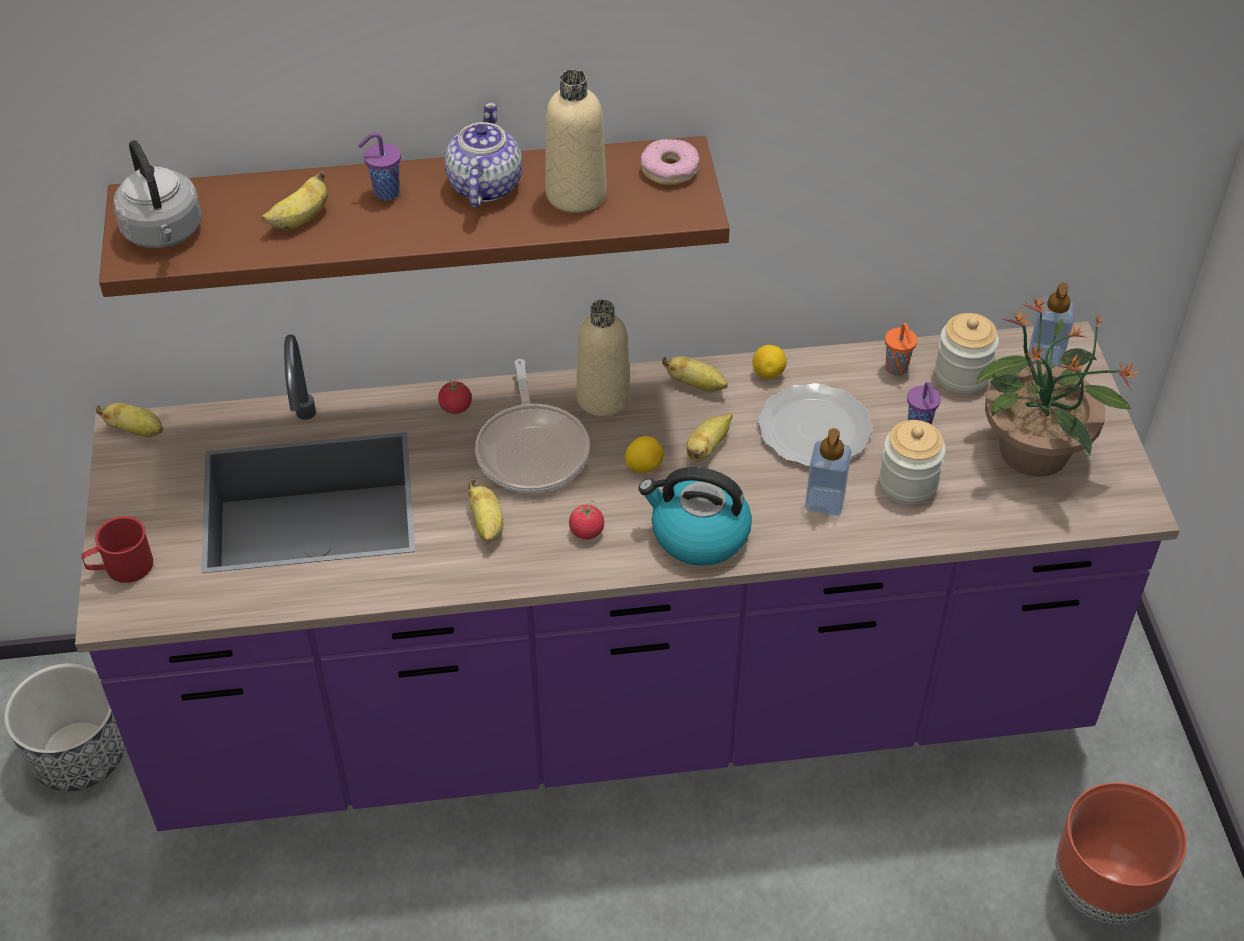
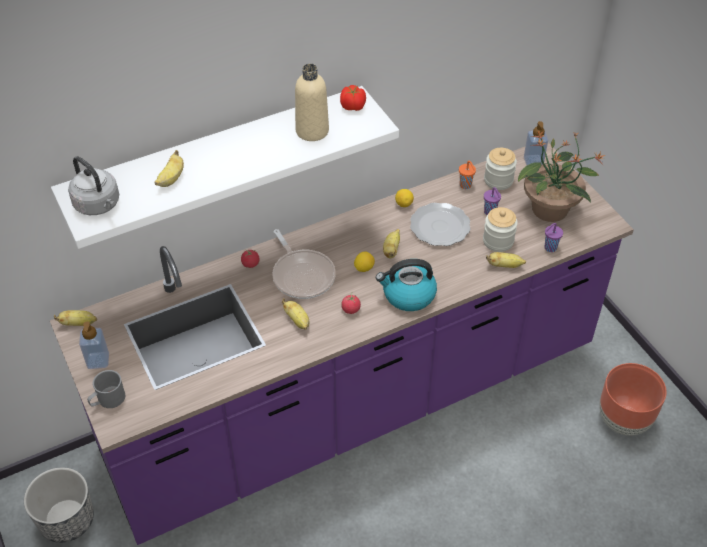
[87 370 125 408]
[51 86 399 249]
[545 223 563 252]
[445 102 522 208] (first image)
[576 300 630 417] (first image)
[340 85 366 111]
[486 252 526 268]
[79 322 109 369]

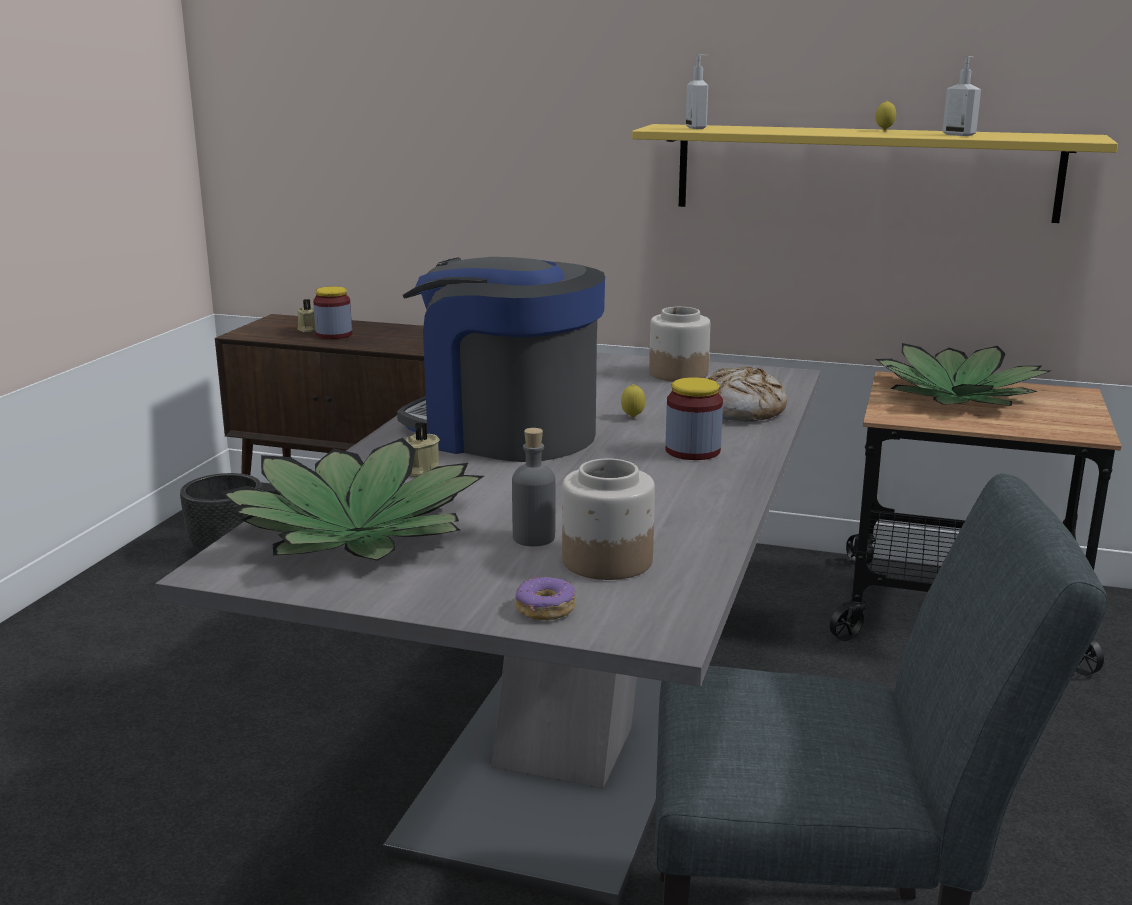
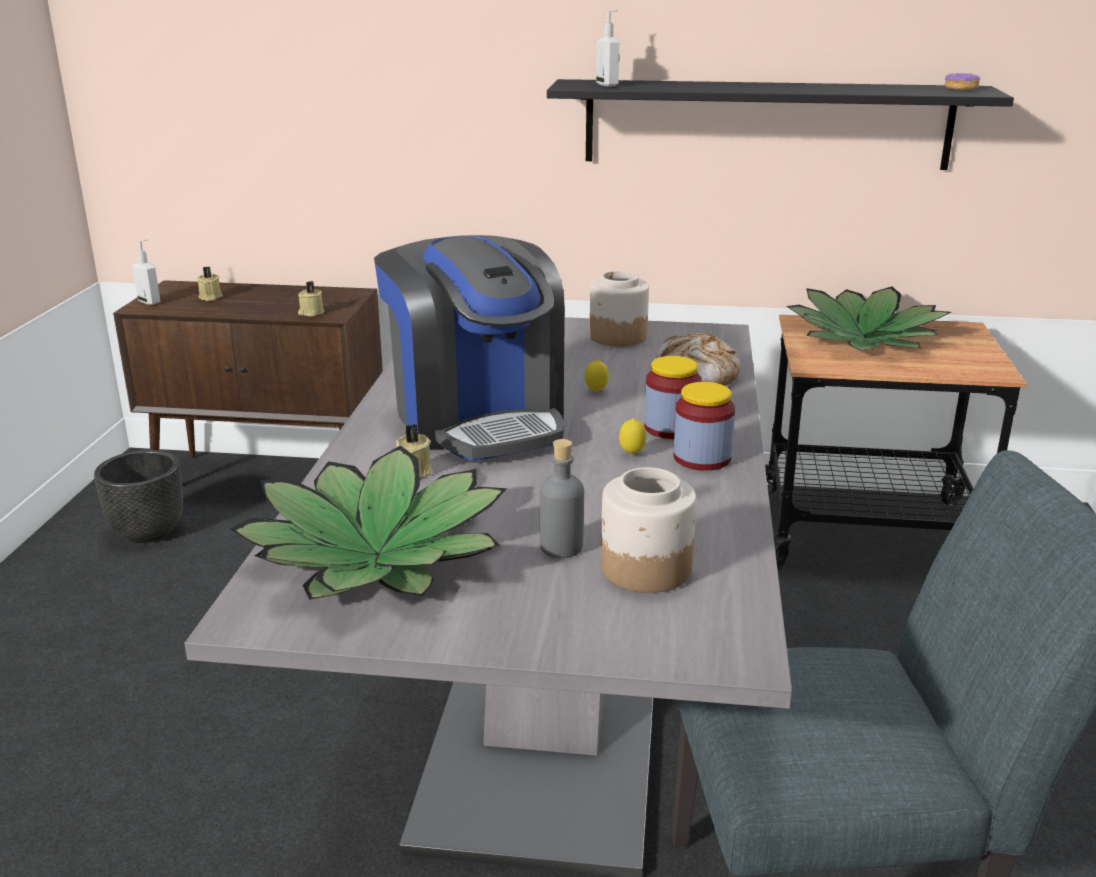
[673 382 735 471]
[374 235 565 461]
[944 73 980 90]
[547 79 1014 170]
[619 418 646 455]
[132 239 161 305]
[298 281 324 317]

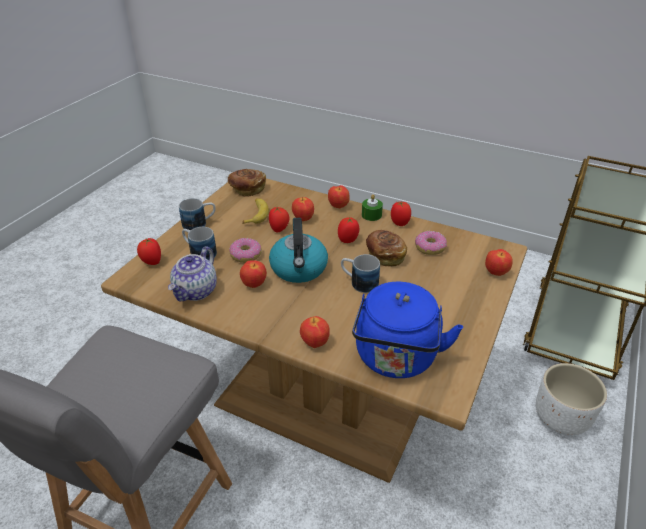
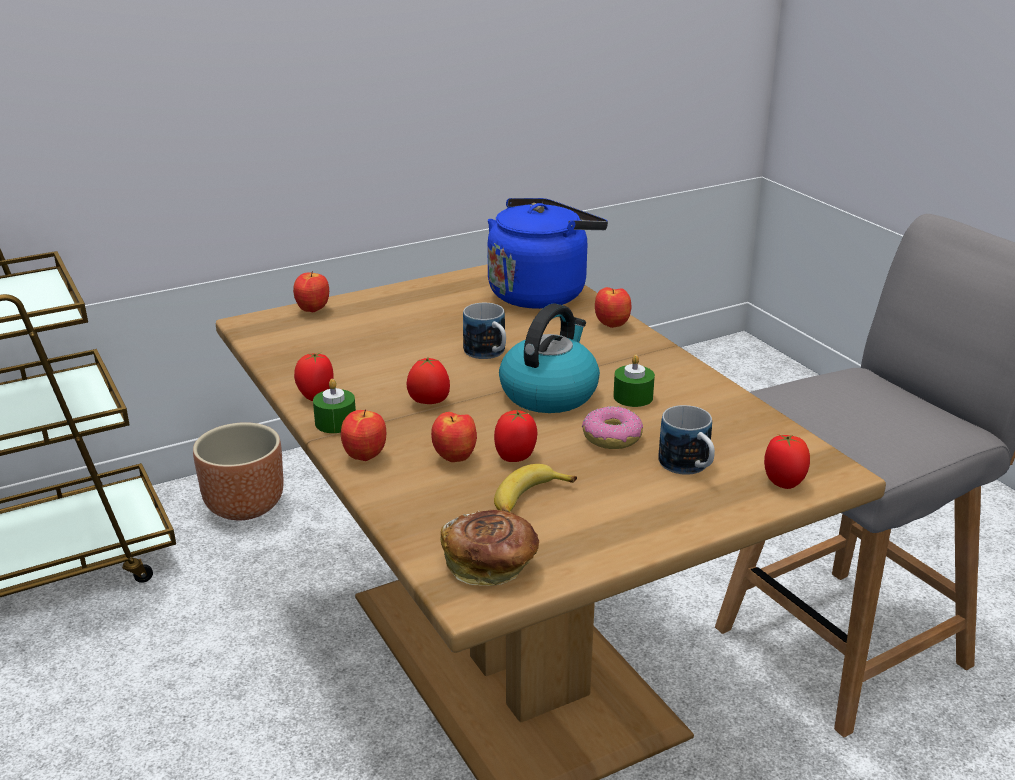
[168 246 217 301] (first image)
[179 198 216 231] (first image)
[613 355 655 407]
[366 230 407 267] (first image)
[415 231 447 255] (first image)
[193 422 284 520]

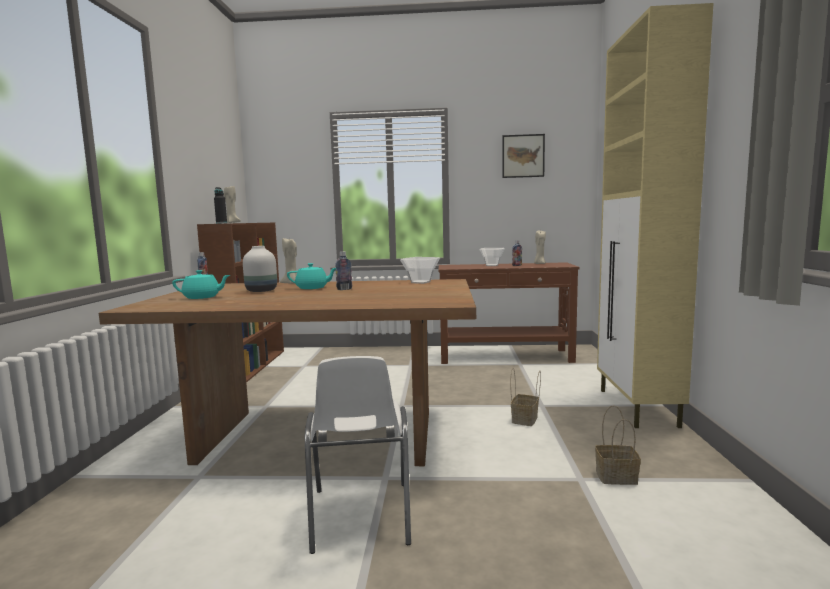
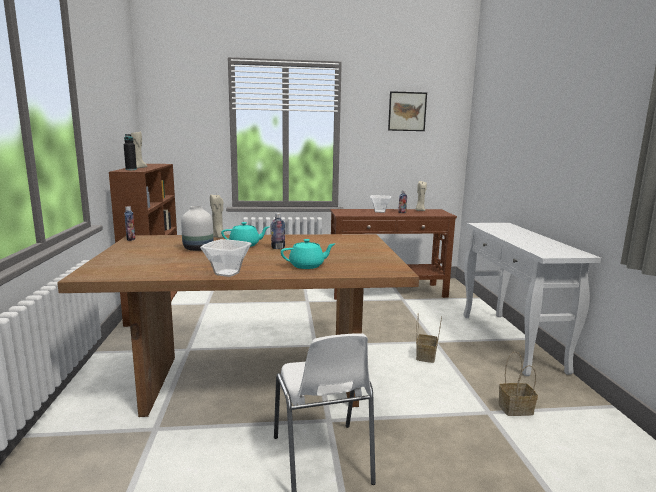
[281 239 335 269]
[200 239 251 277]
[463 223 601 376]

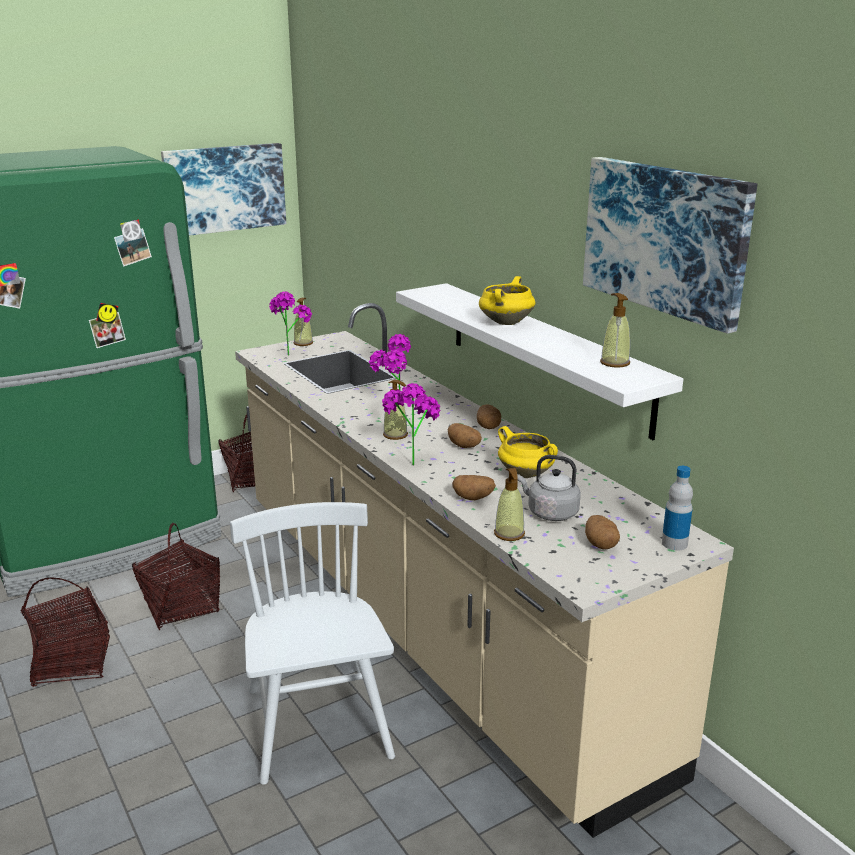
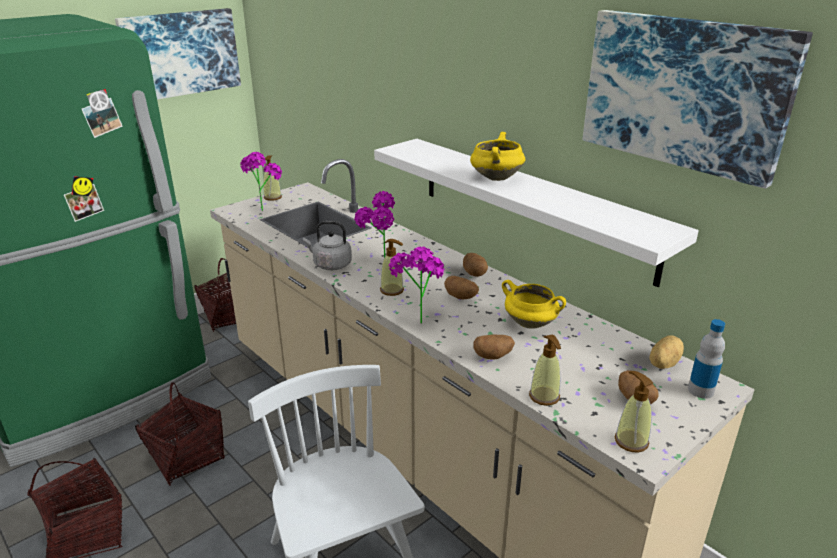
[303 221 352 270]
[614 371 653 453]
[649 335 684 369]

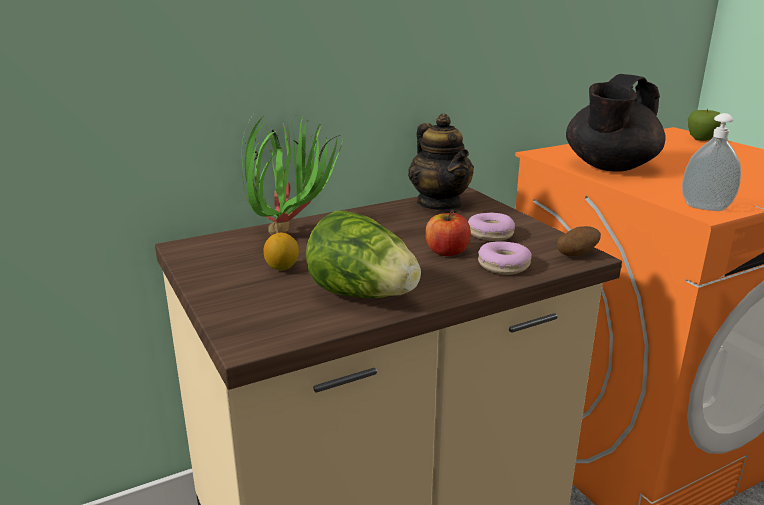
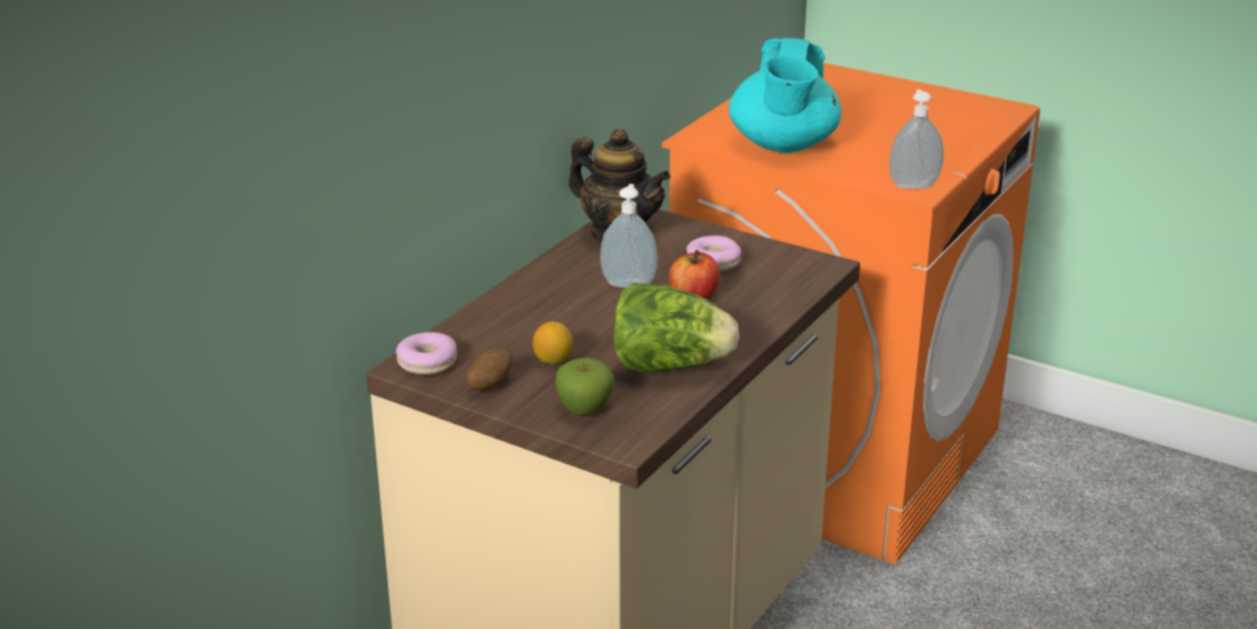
[242 112 343 235] (first image)
[396 332 457 375]
[466 347 513 391]
[729 38 841 153]
[555 358 614 415]
[600 184 658 288]

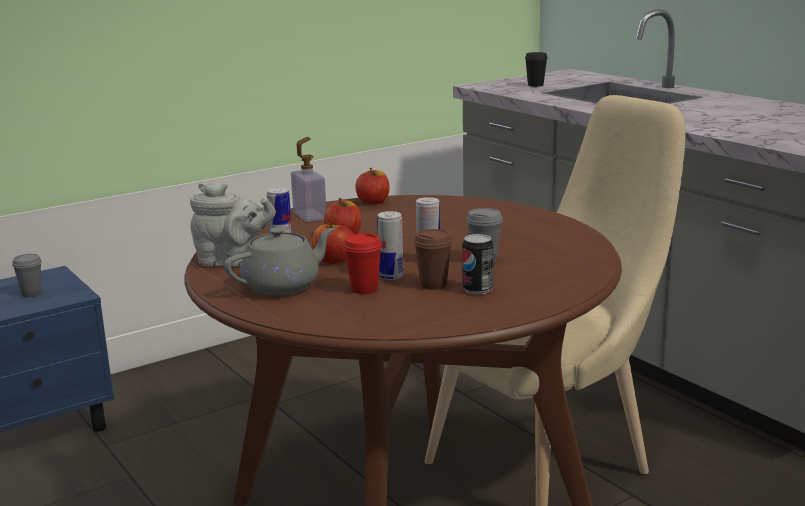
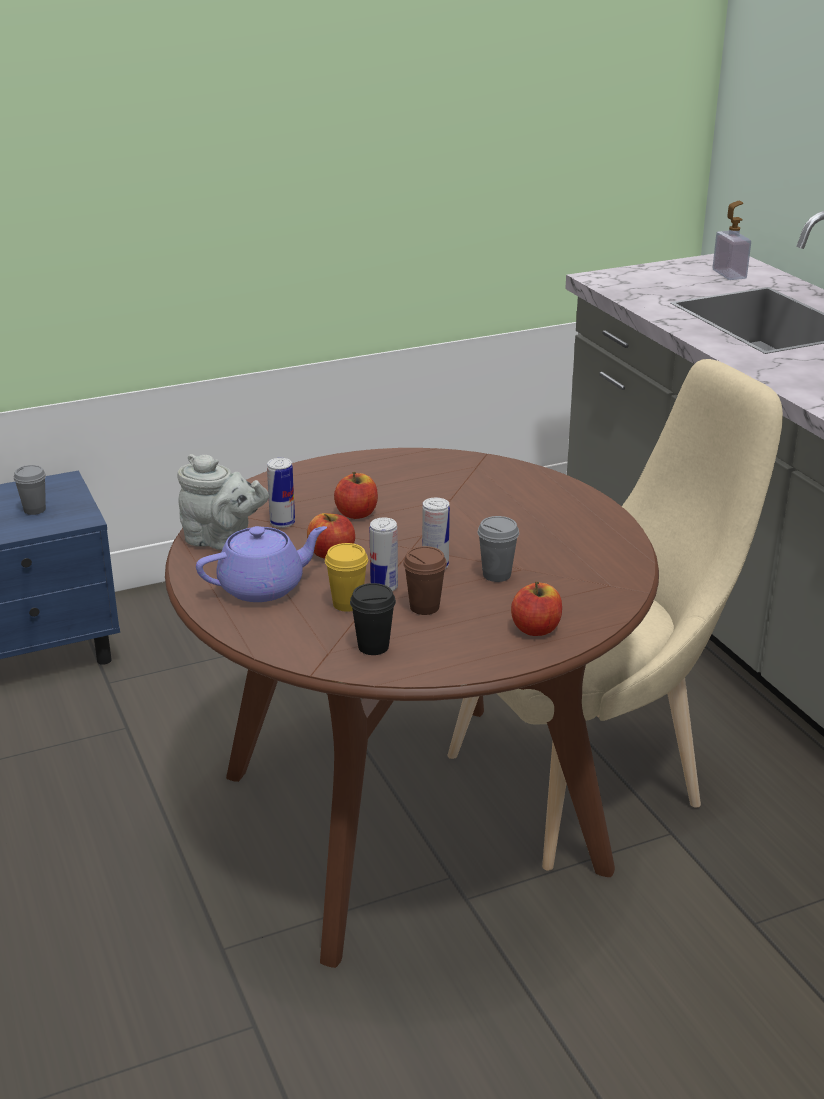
[196 526 327 602]
[713 201 751 280]
[325 543 368 612]
[511 582 562 636]
[462 234 493 295] (first image)
[350 583 396 655]

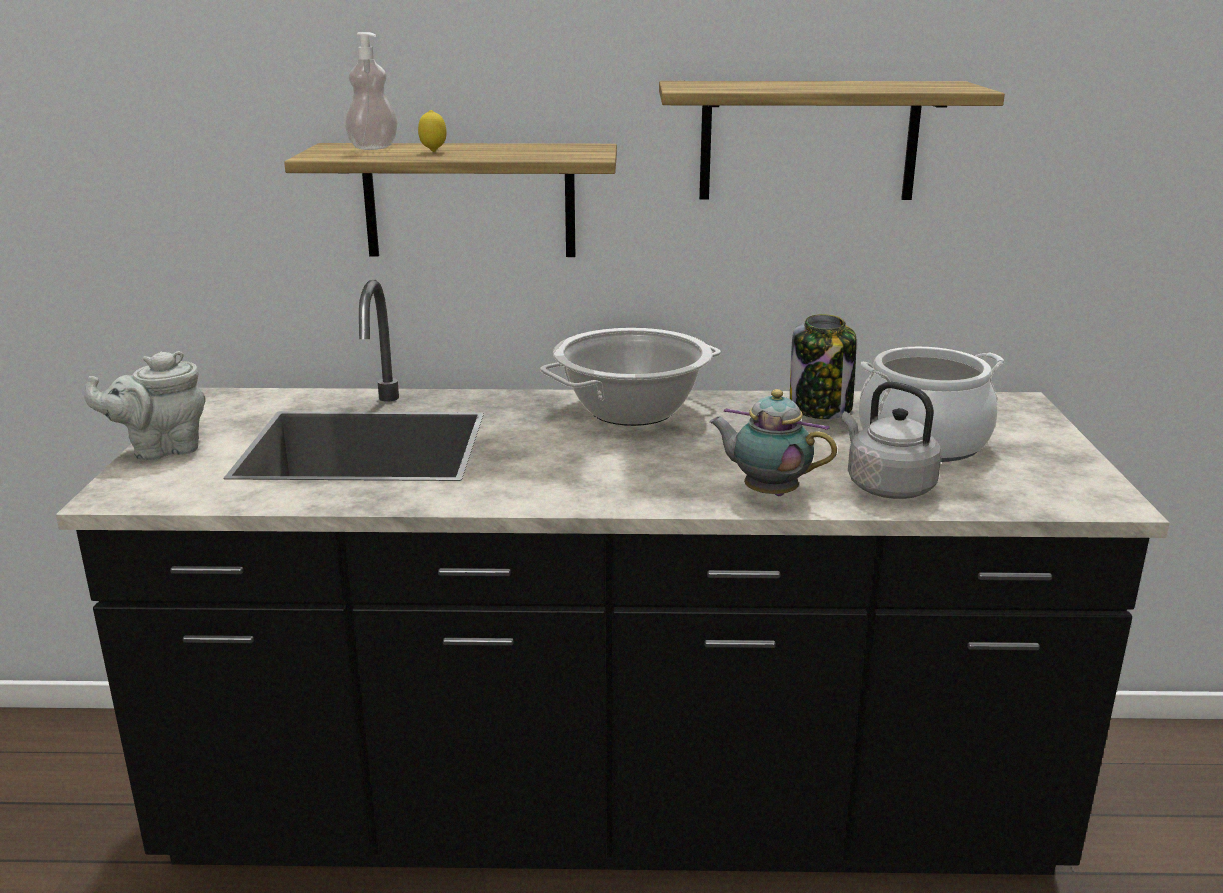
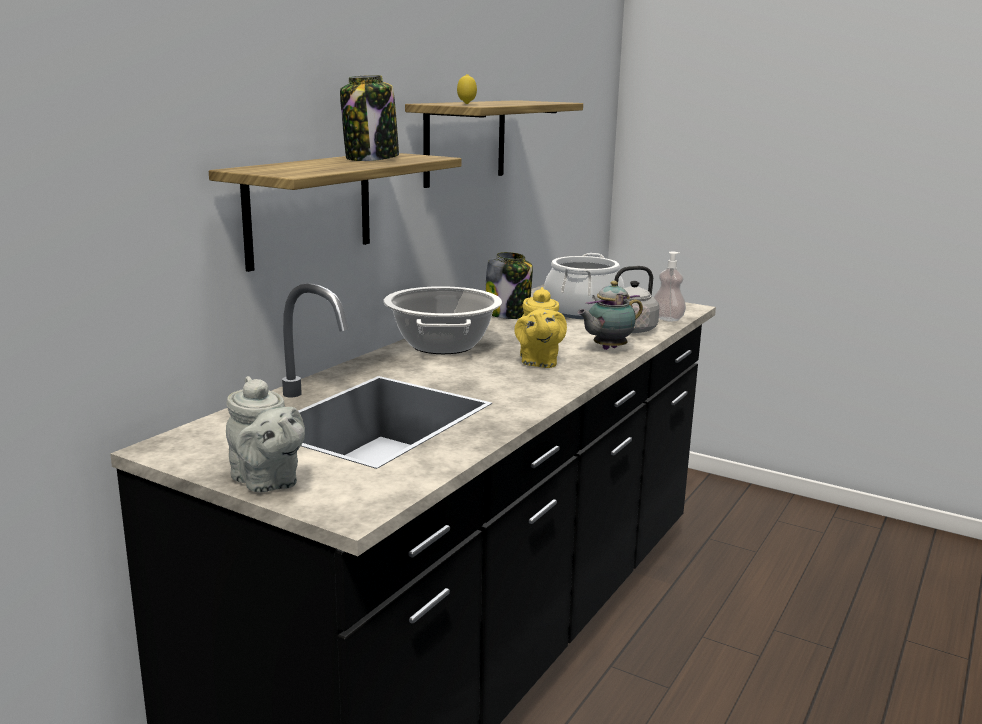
[226 376 305 493]
[653 252 686 321]
[457 74 477 104]
[340 75 399 161]
[514 287 567 368]

